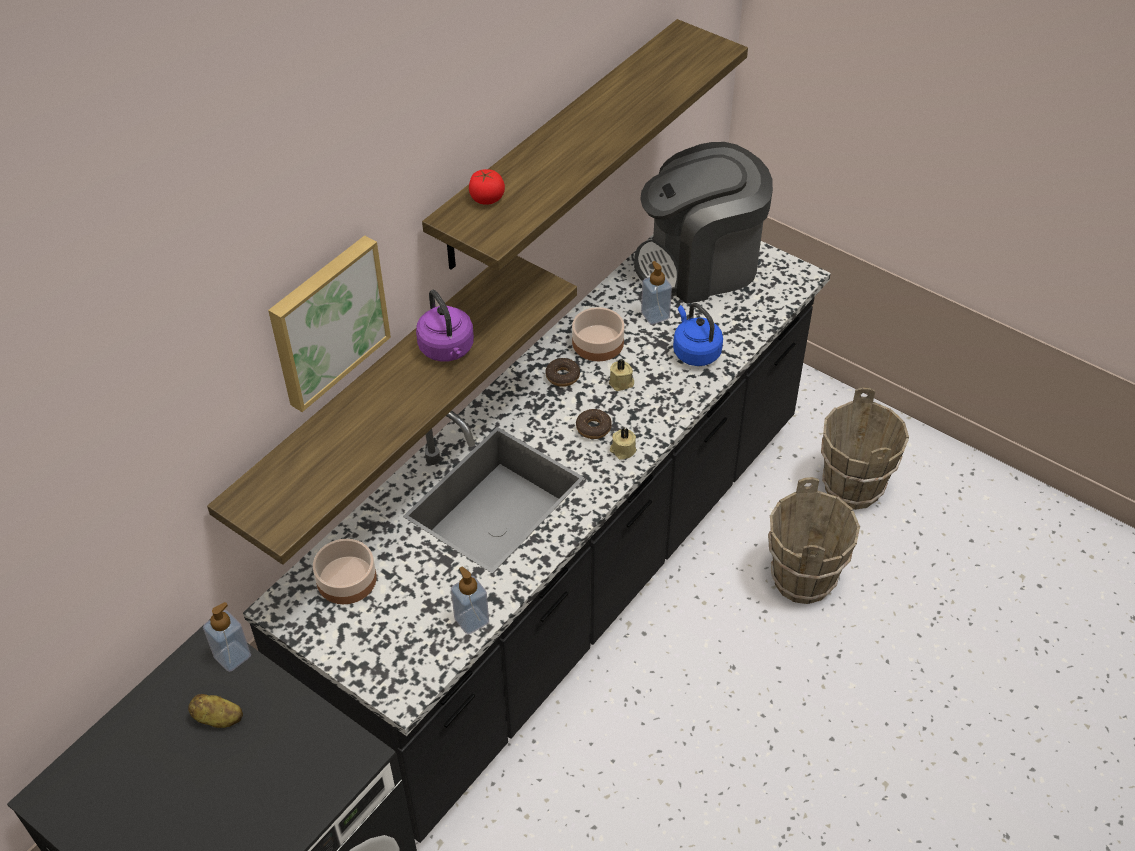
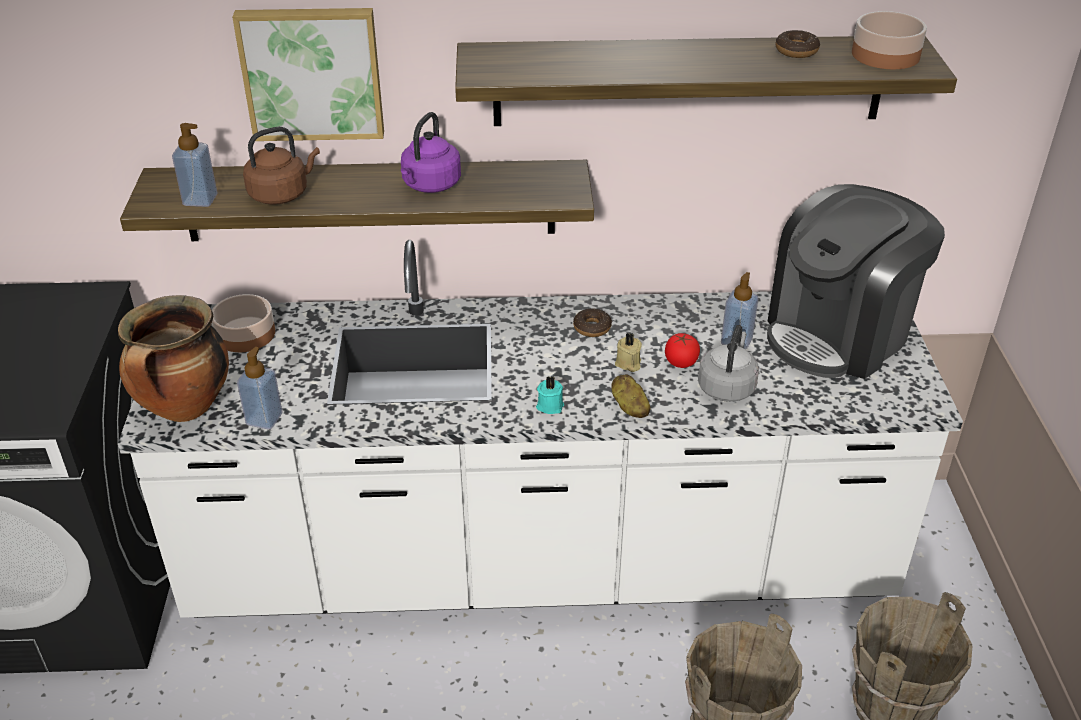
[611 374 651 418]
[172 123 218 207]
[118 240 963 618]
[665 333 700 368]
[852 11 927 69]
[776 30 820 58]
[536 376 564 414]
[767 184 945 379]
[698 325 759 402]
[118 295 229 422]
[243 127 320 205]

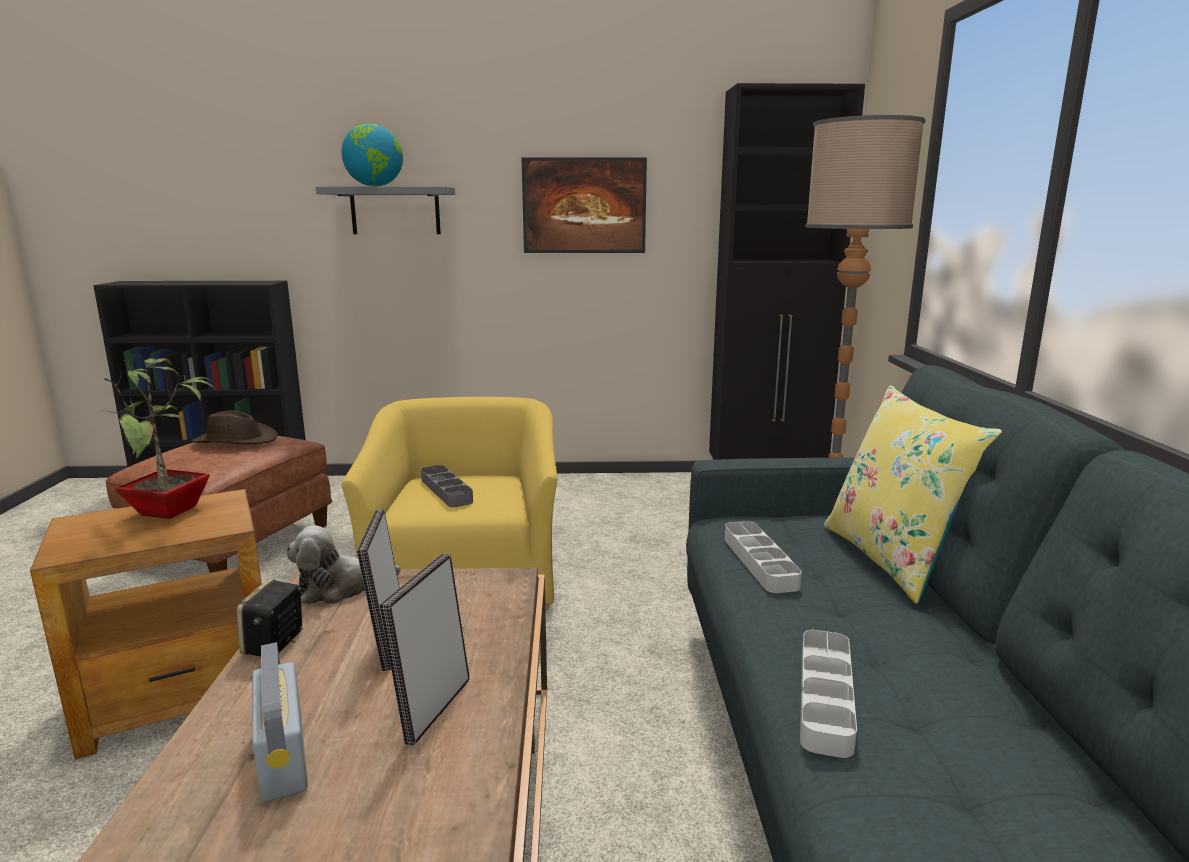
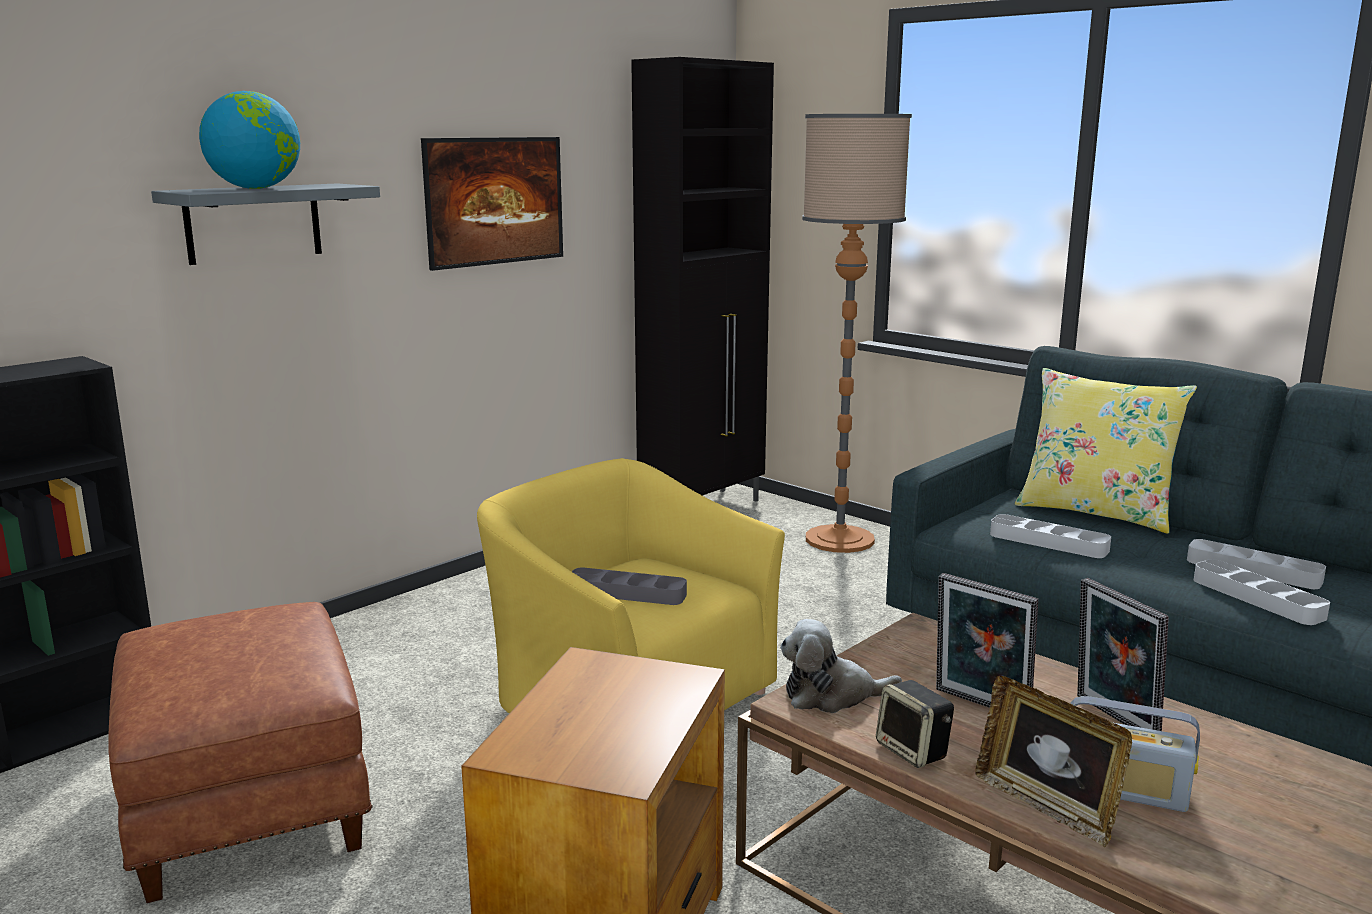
[102 354 215 519] (first image)
[191 410 278 444] (first image)
[780 619 902 713]
[975 676 1132 847]
[1187 539 1326 589]

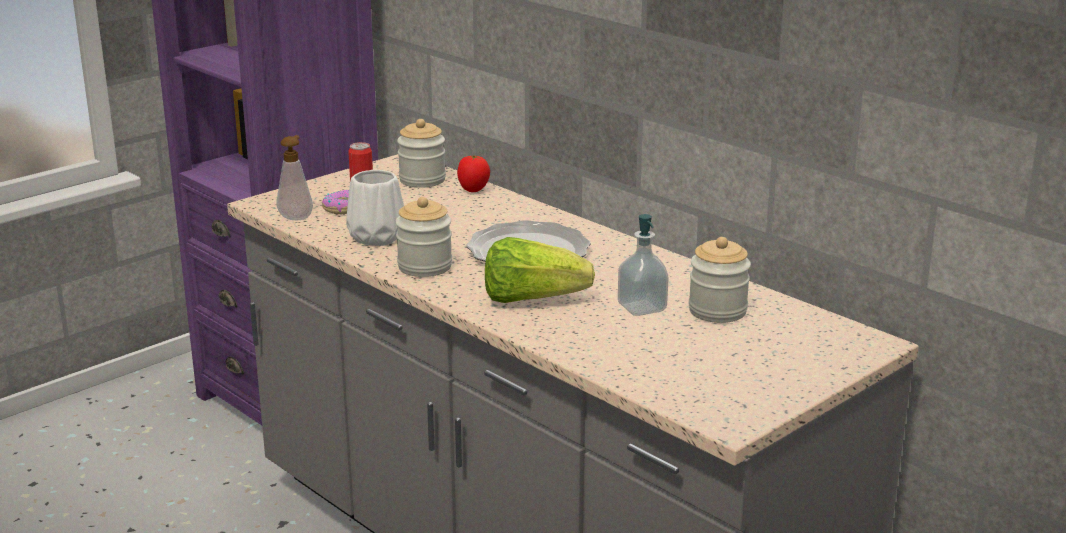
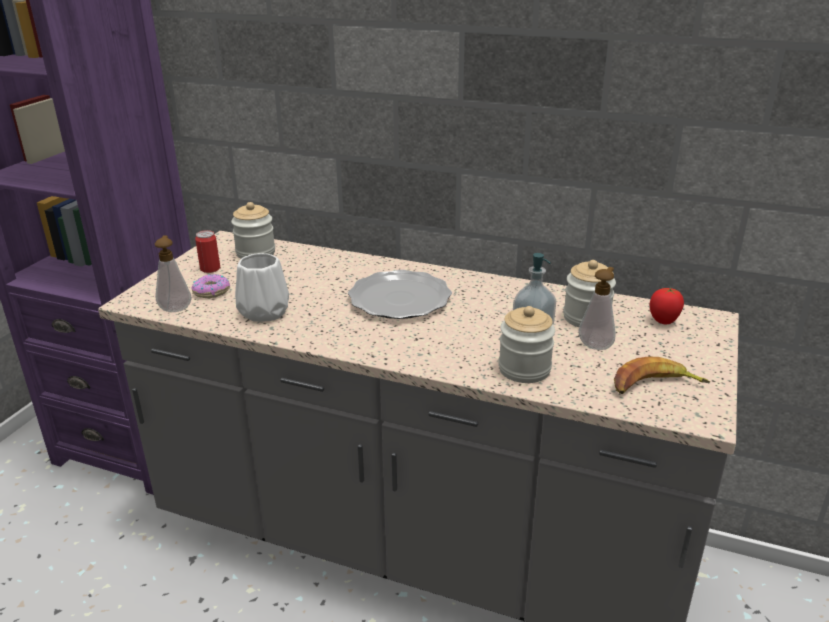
[499 306 555 383]
[650 287 684 324]
[485 237 595 303] (first image)
[578 267 616 350]
[614 356 710 394]

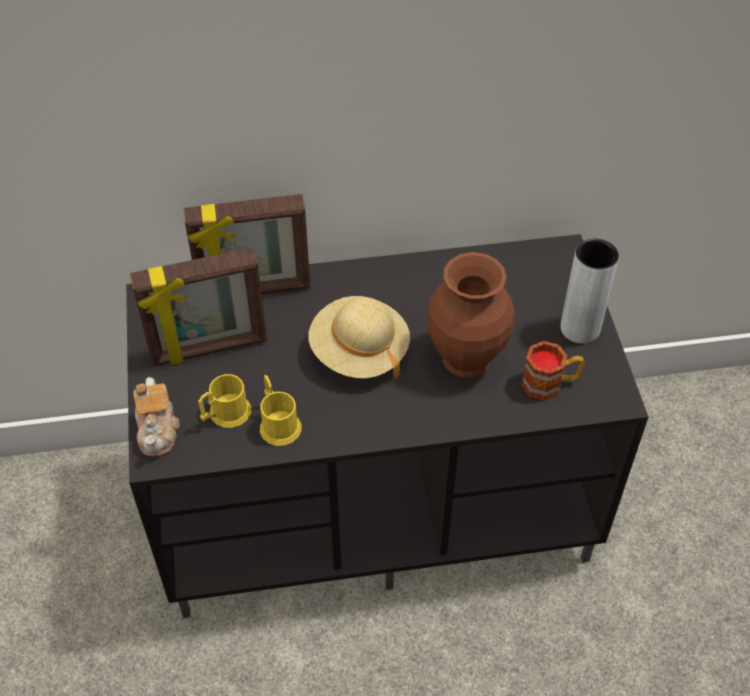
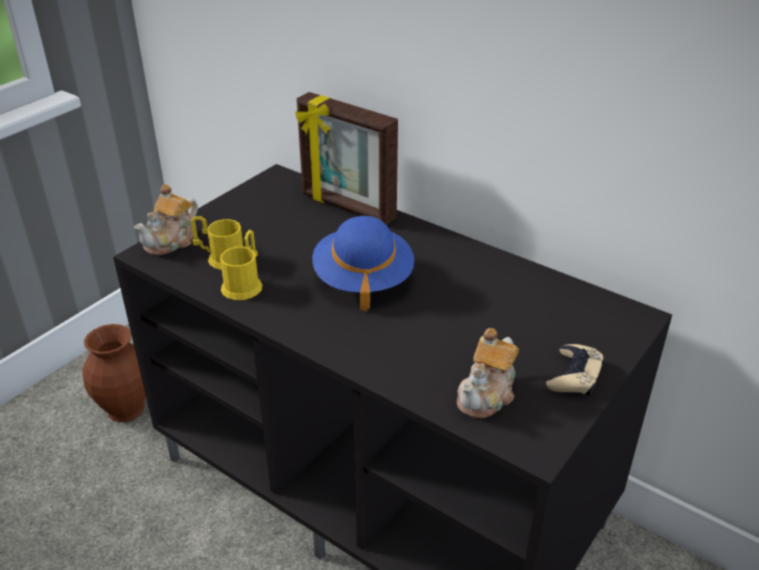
[130 247 267 367] (first image)
[312 216 414 311]
[82 324 146 422]
[457 328 519 419]
[546 344 604 396]

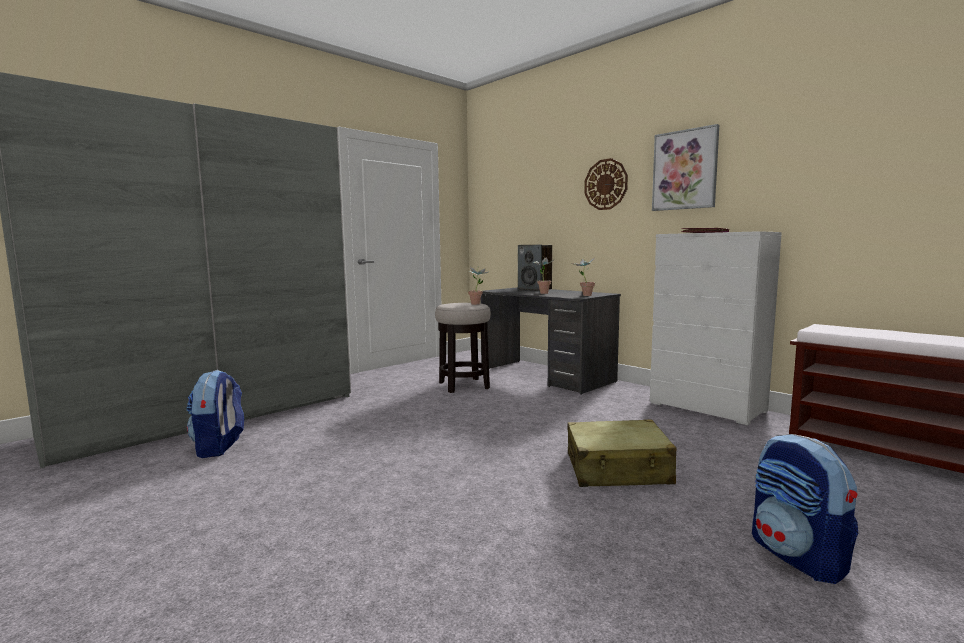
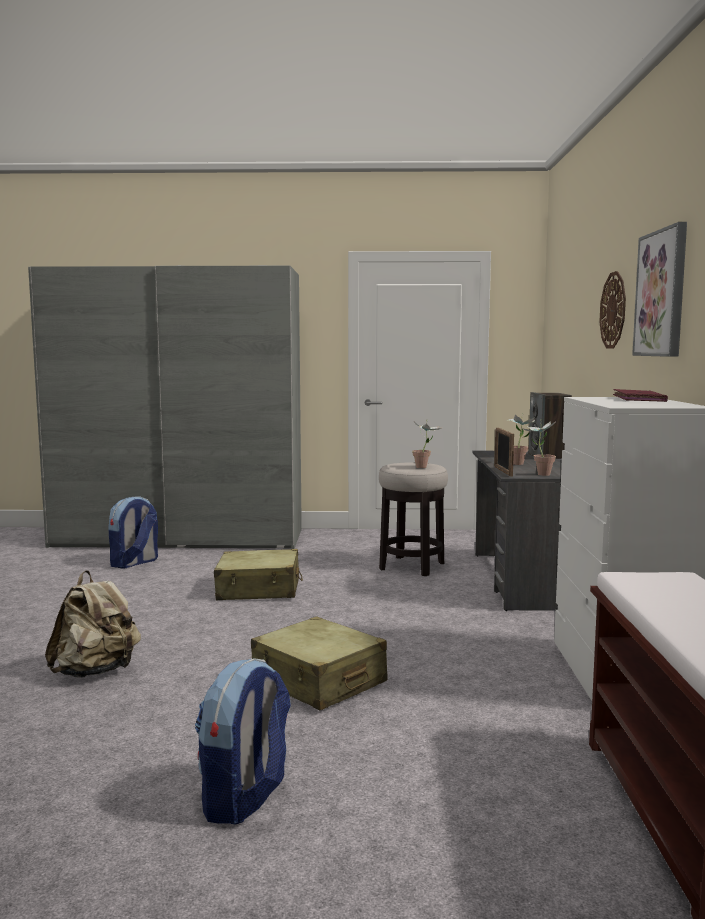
[45 570 141 677]
[214 549 303 600]
[494 428 514 477]

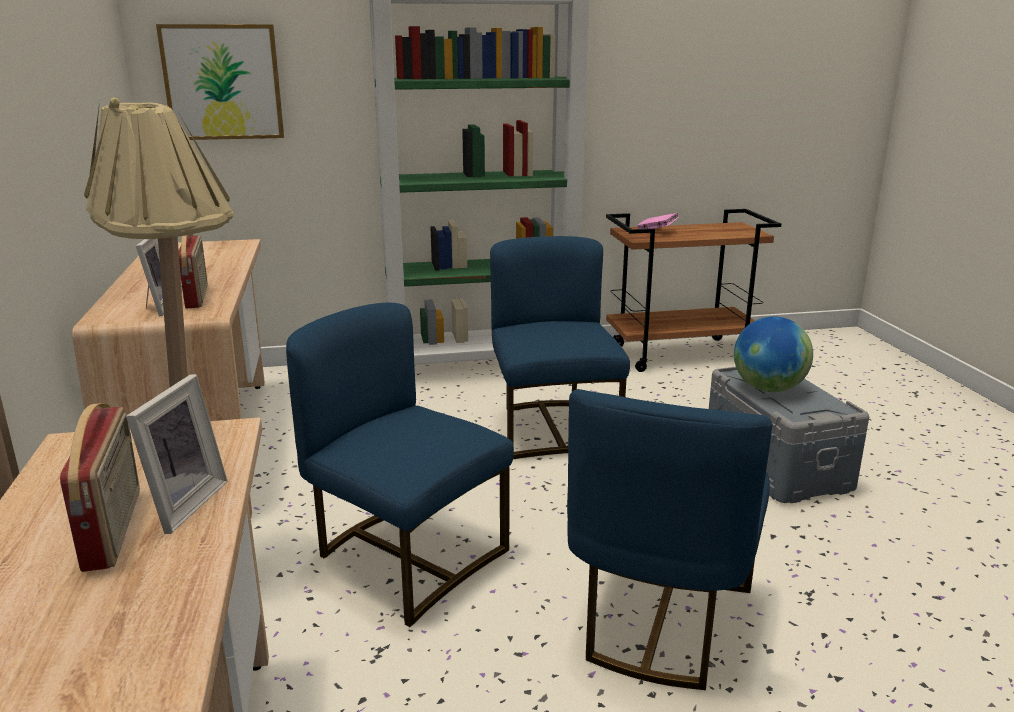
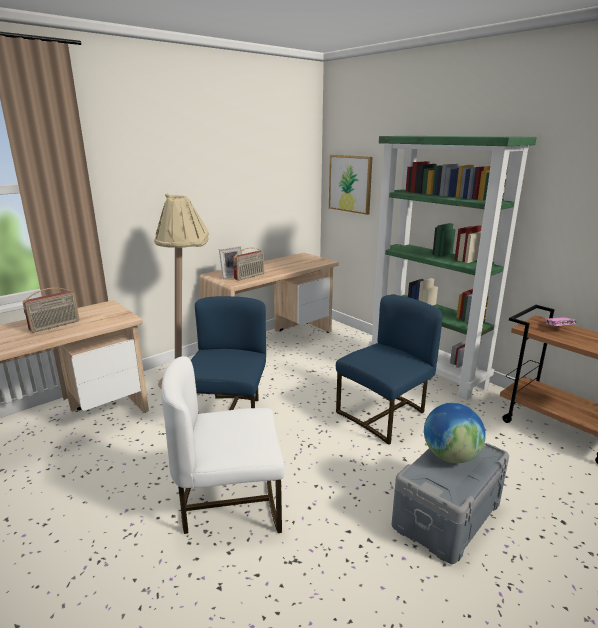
[126 374 228 534] (first image)
[161 356 285 534]

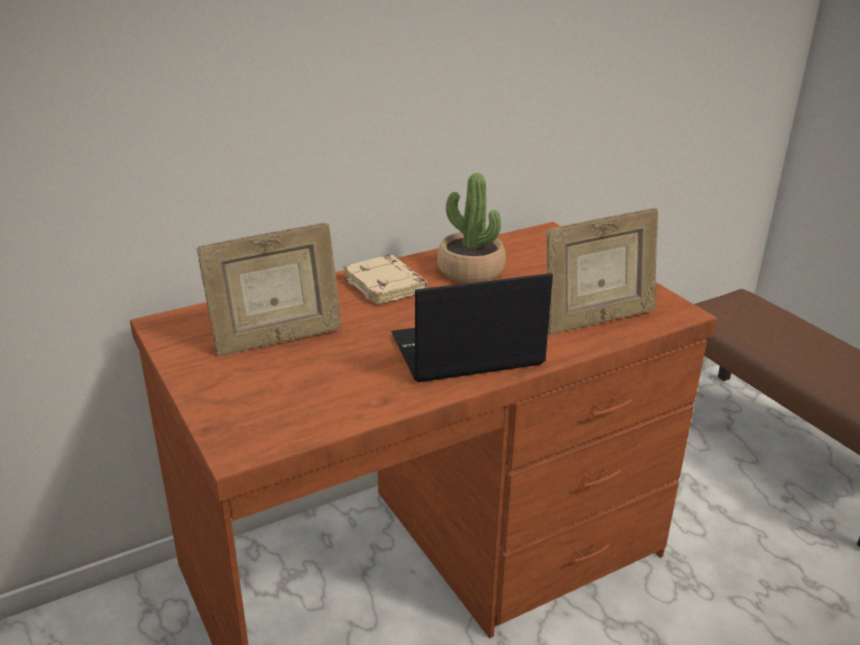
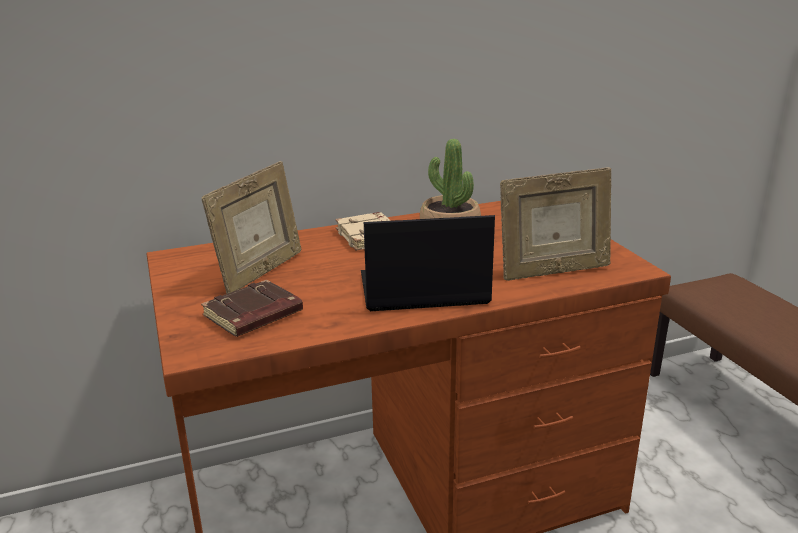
[202 161 302 294]
[201 279 303 337]

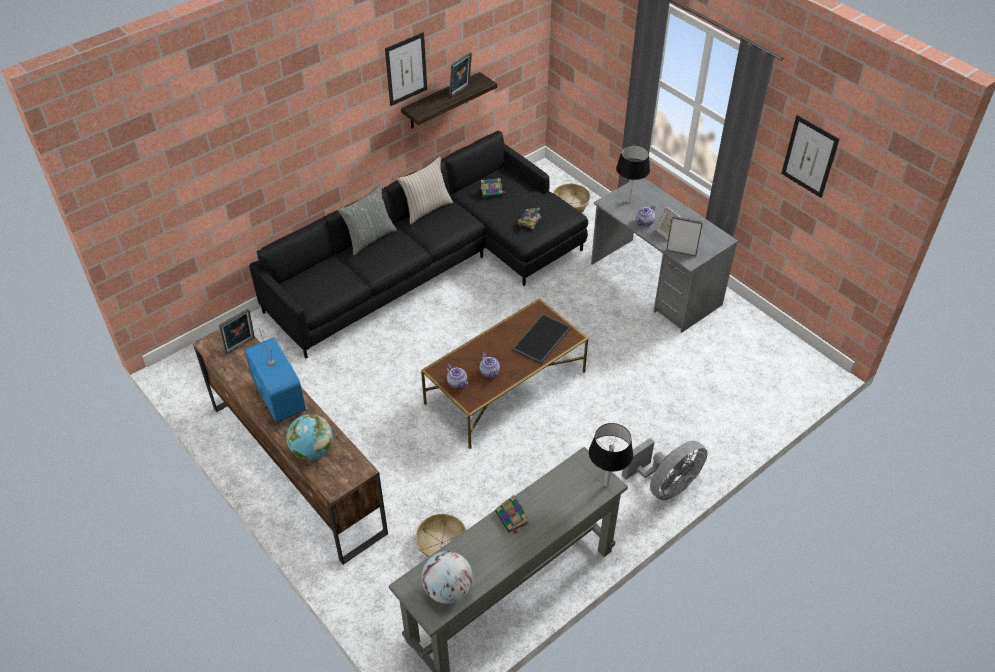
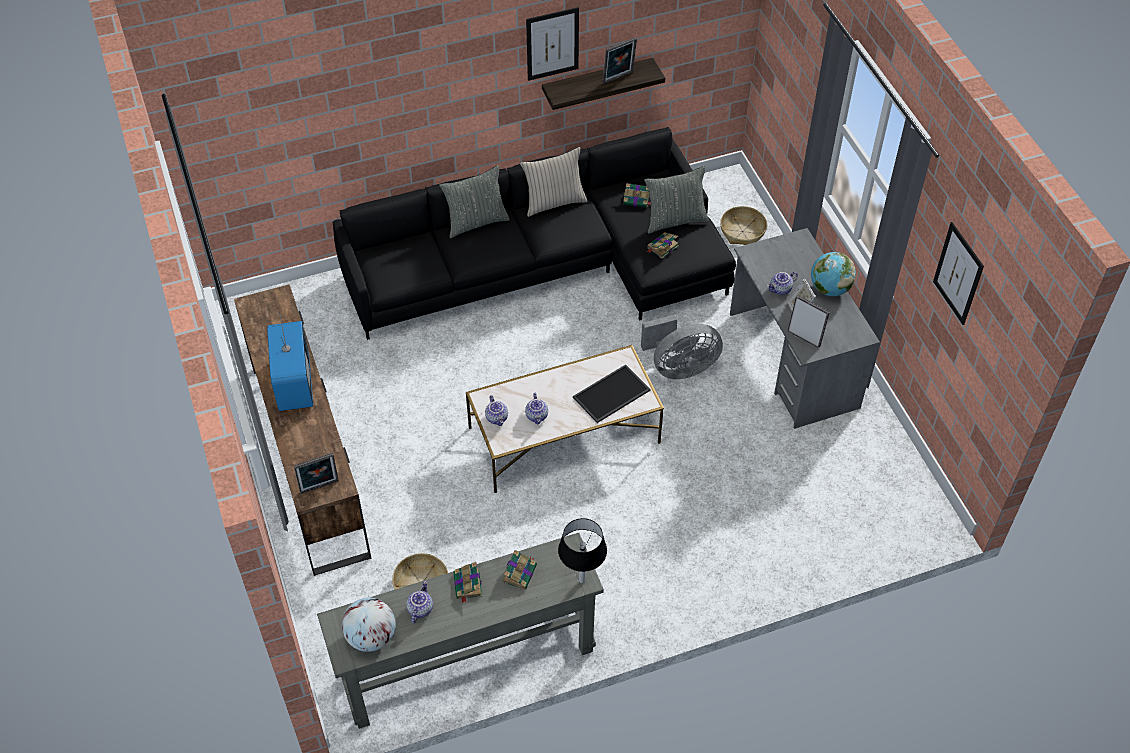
[294 453 339 494]
[811 252 856 296]
[466 345 664 493]
[616 145 650 203] (first image)
[641 315 723 379]
[406 581 433 623]
[502 550 537 590]
[644 166 709 234]

